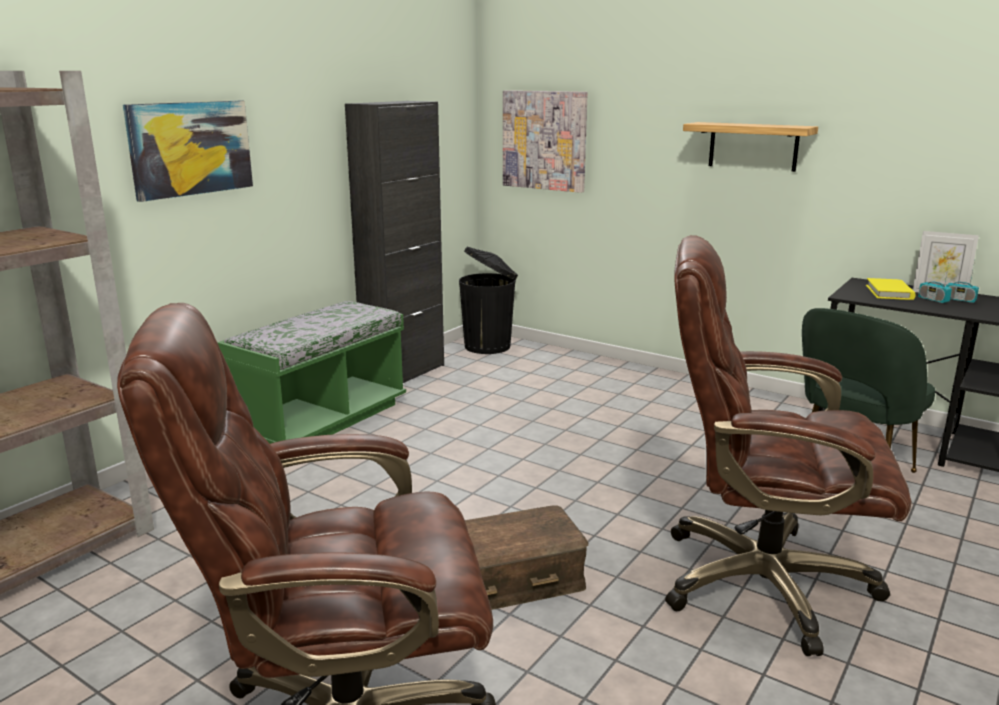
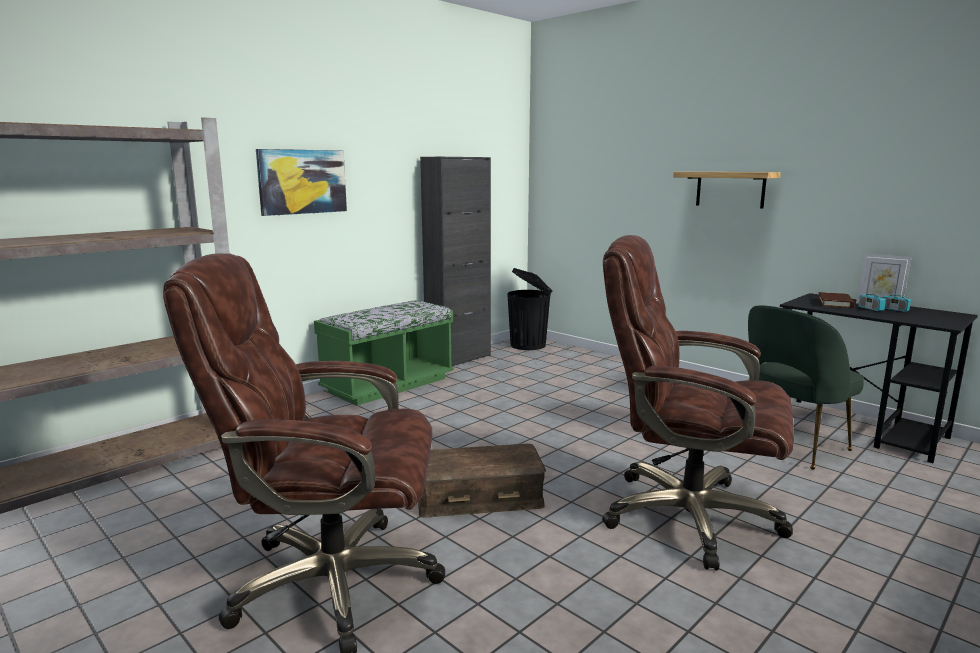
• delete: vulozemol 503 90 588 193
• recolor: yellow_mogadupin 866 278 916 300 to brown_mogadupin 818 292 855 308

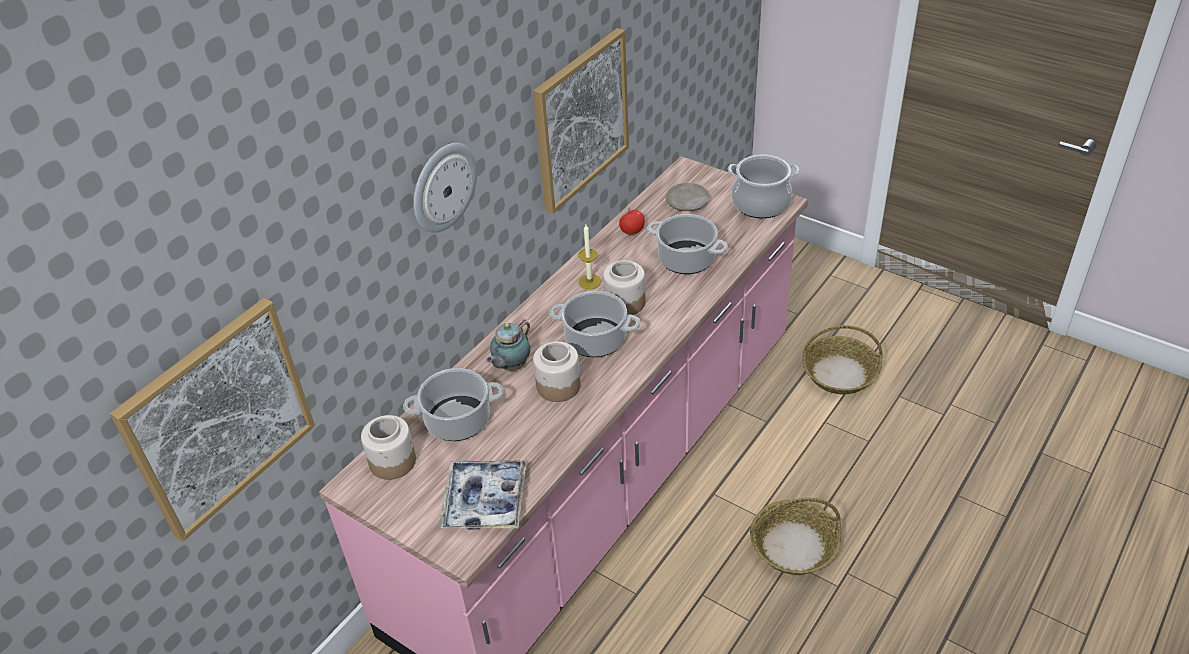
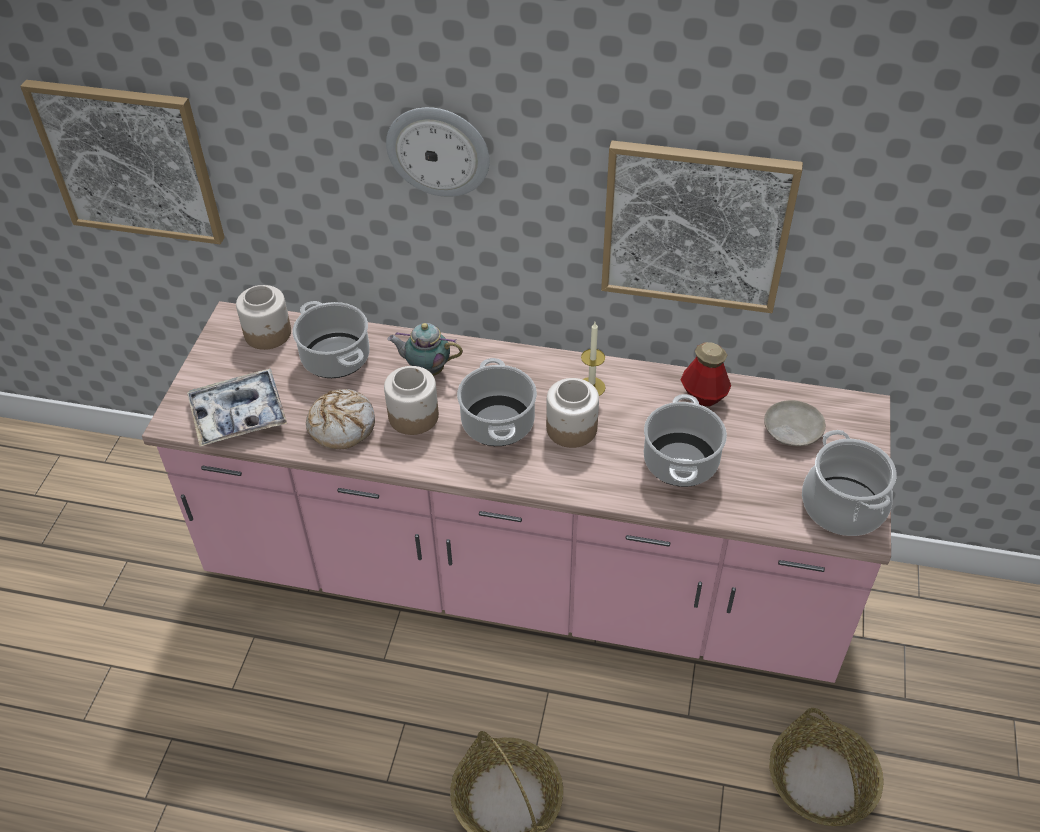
• insert: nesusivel 306 389 375 449
• replace: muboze 619 207 645 235 to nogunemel 680 342 731 407

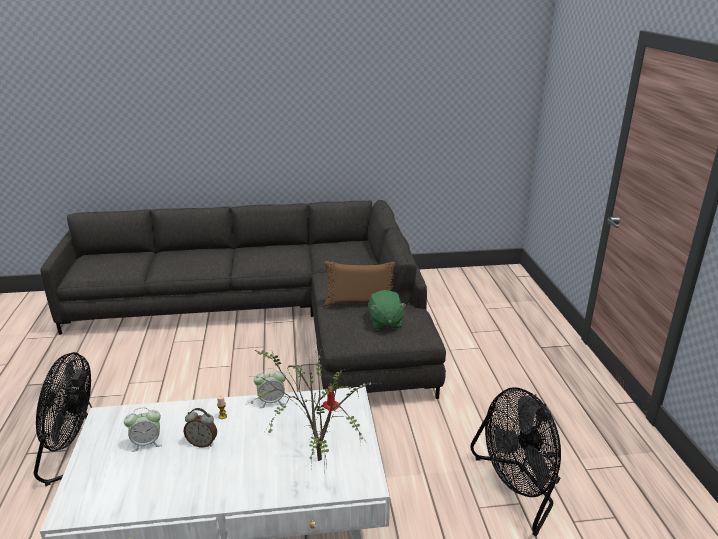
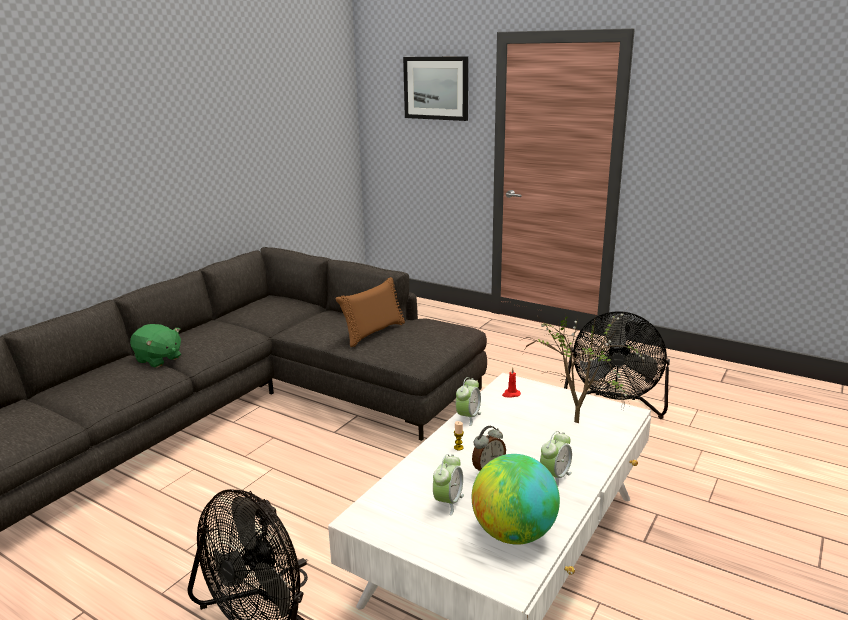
• insert: vulozemol 403 56 468 121
• insert: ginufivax 472 454 560 545
• insert: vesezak 540 431 572 486
• move: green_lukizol 368 290 407 330 to 130 324 181 368

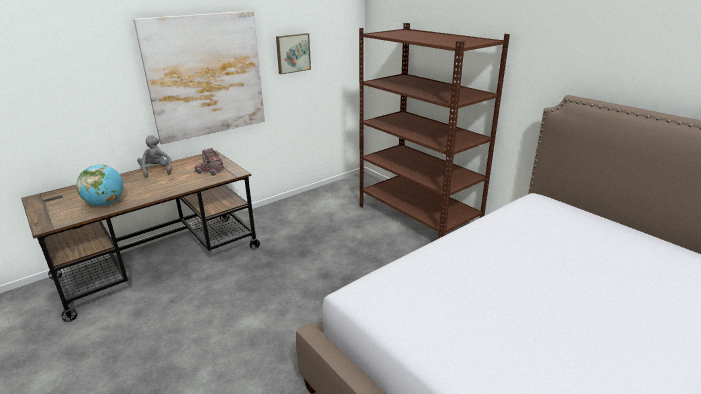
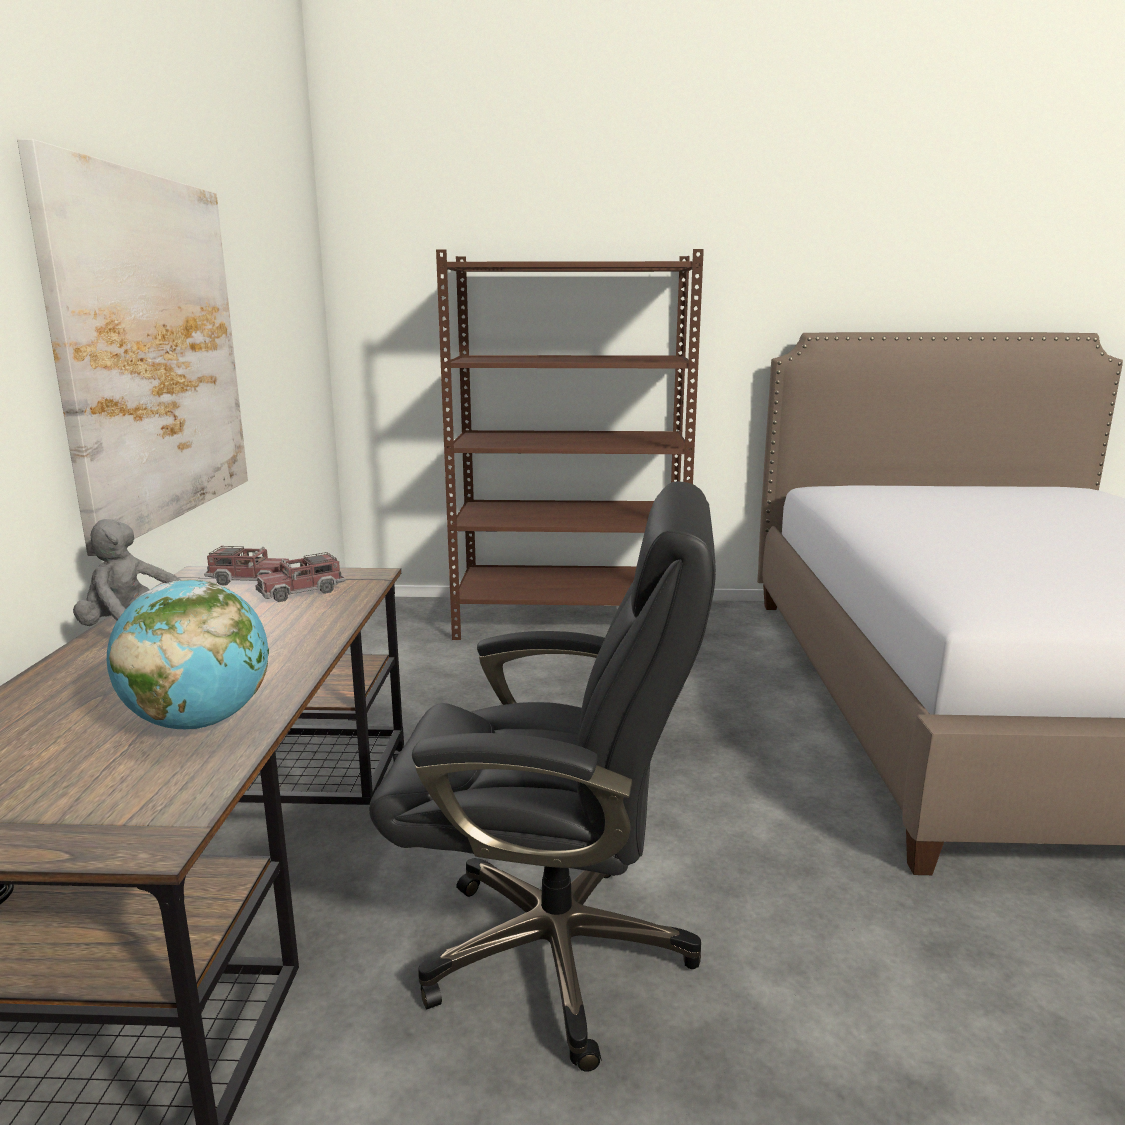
• delete: vulozemol 276 33 311 74
• insert: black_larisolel 369 482 716 1072

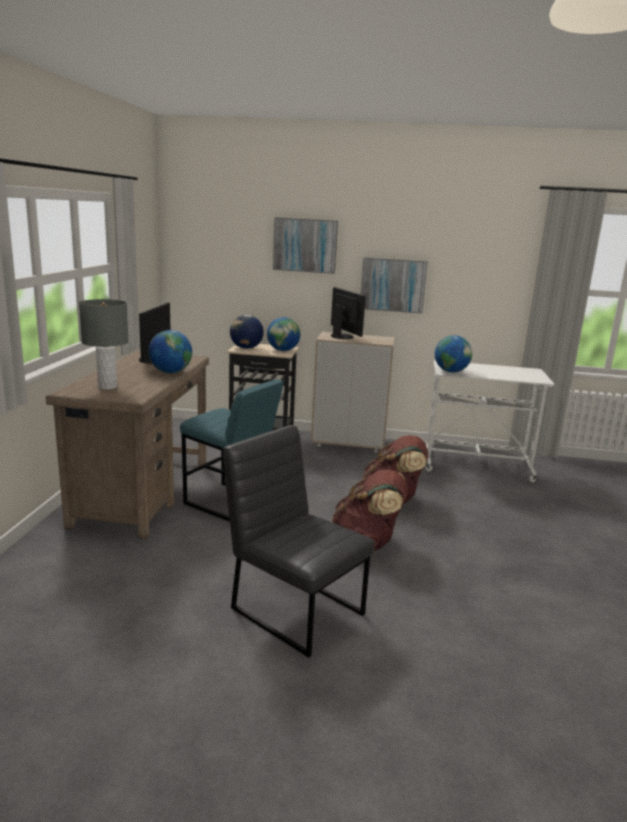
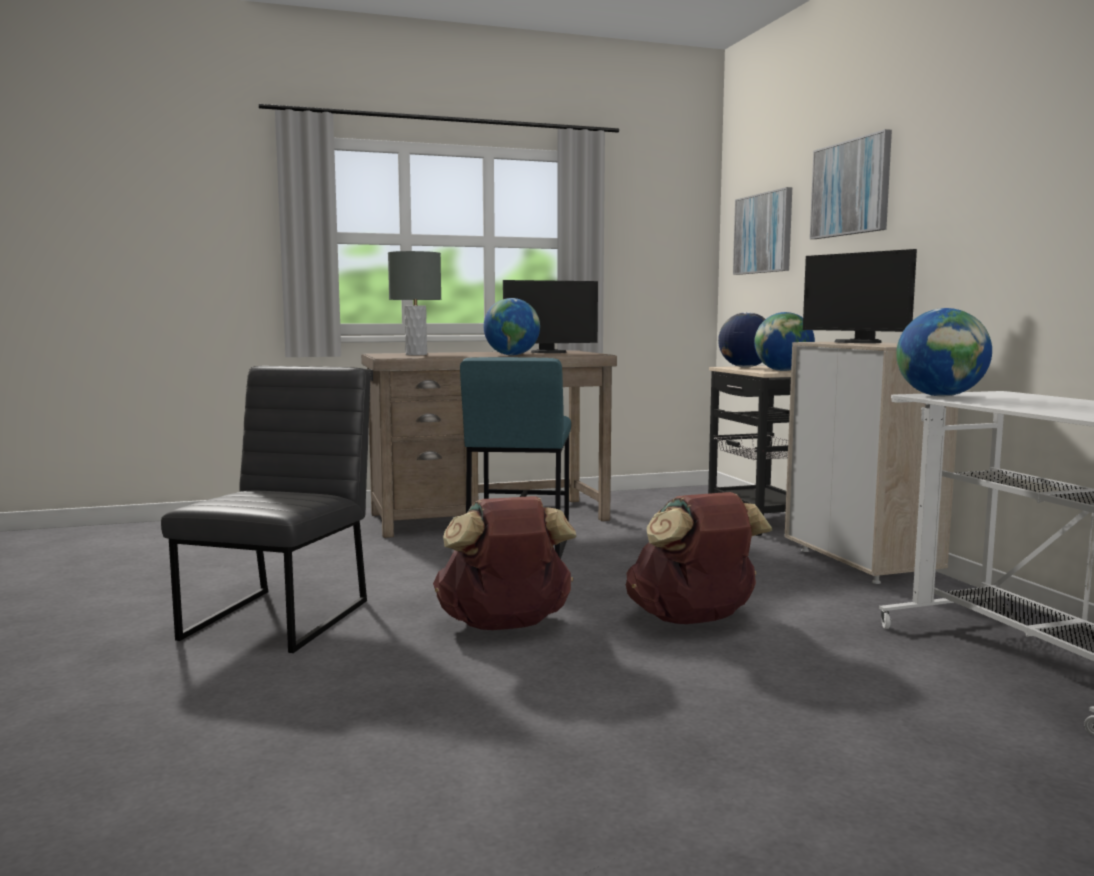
• move: vulozemol 361 257 428 314 to 733 187 792 275
• rotate: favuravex 331 287 366 339 = 803 249 917 343 105 degrees clockwise

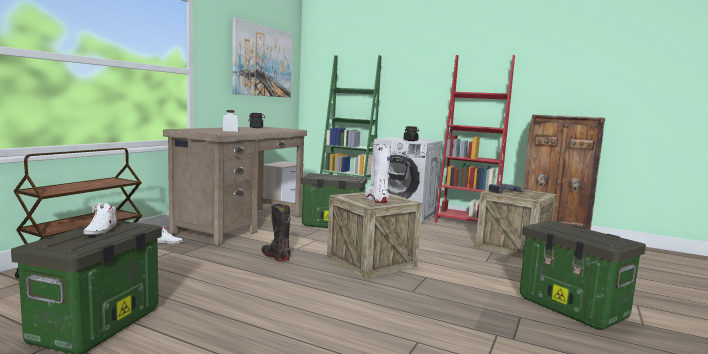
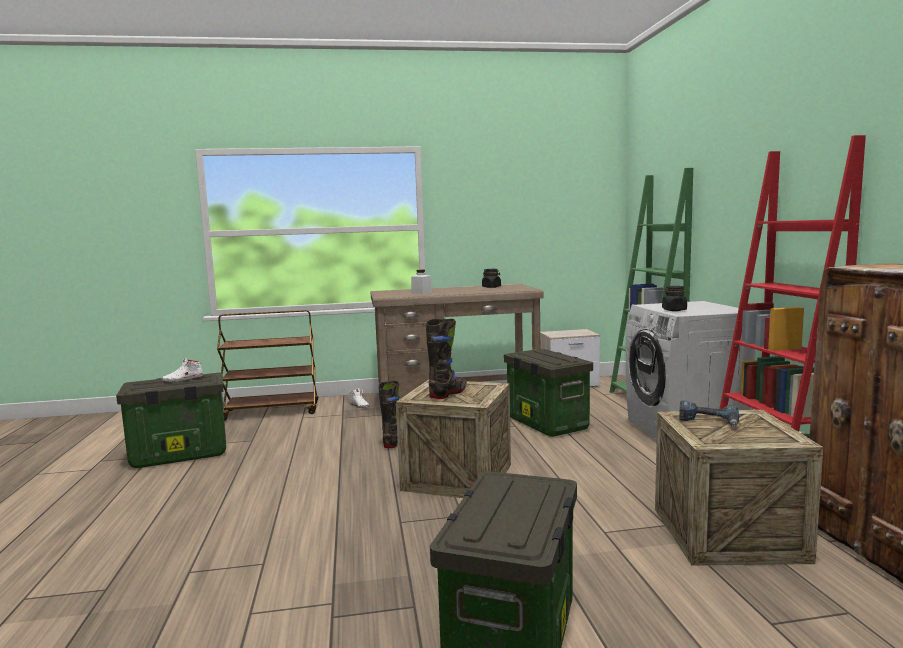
• delete: vulozemol 232 18 292 98
• recolor: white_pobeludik 365 144 391 203 to black_pobeludik 426 319 467 399

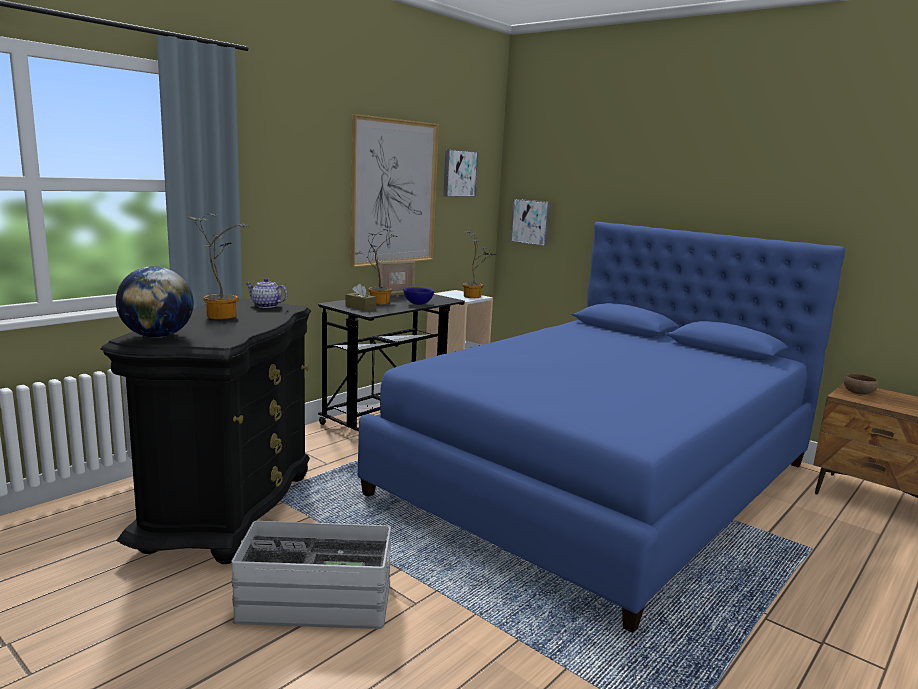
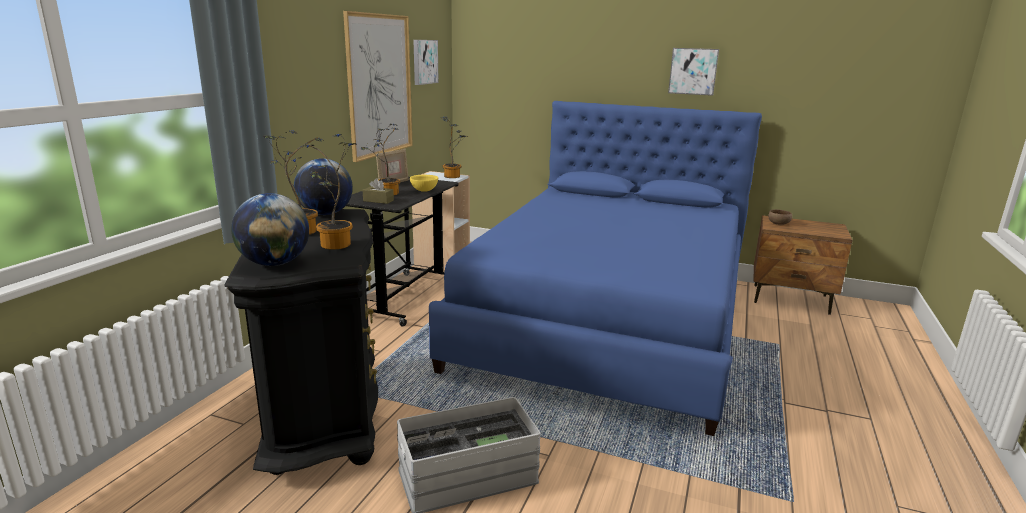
• insert: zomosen 300 134 357 250
• move: vulozemol 510 199 551 246 to 668 48 719 96
• replace: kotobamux 246 278 287 308 to ginufivax 294 158 353 215
• recolor: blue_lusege 404 287 434 305 to yellow_lusege 410 175 438 192

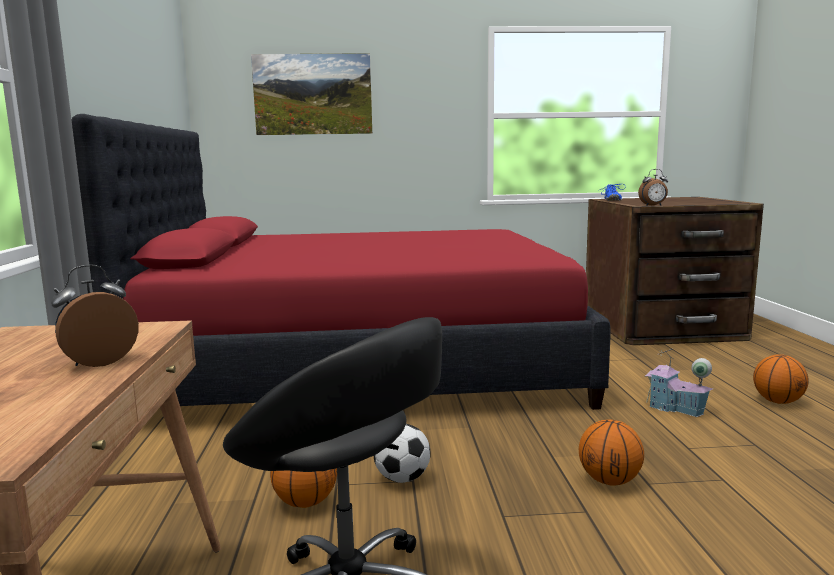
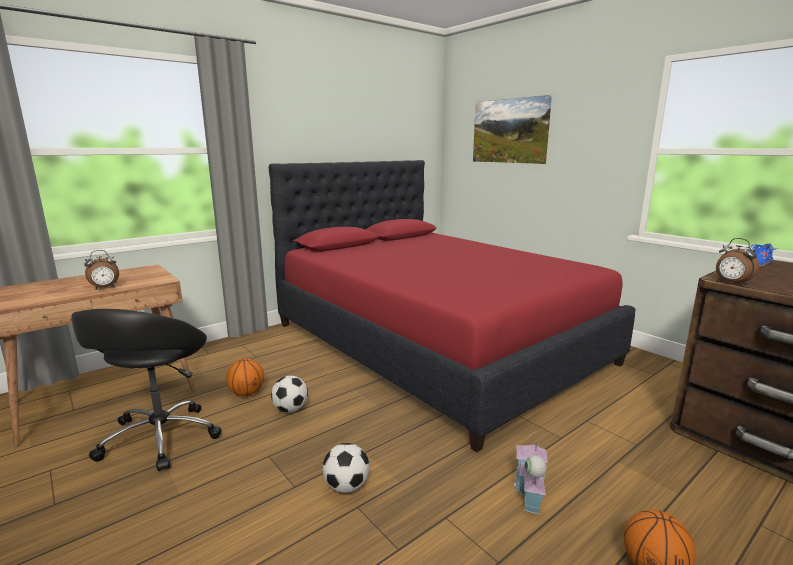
• replace: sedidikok 579 419 644 486 to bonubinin 323 443 369 493
• rotate: vesezak 51 265 139 367 = 84 250 119 290 135 degrees clockwise

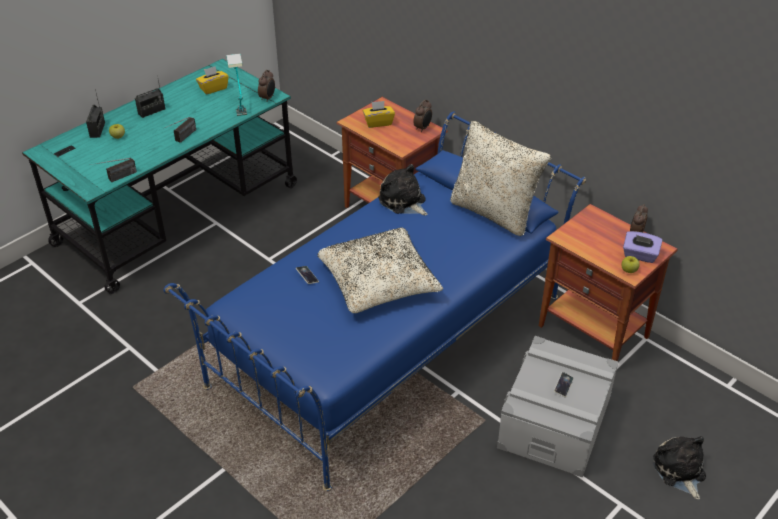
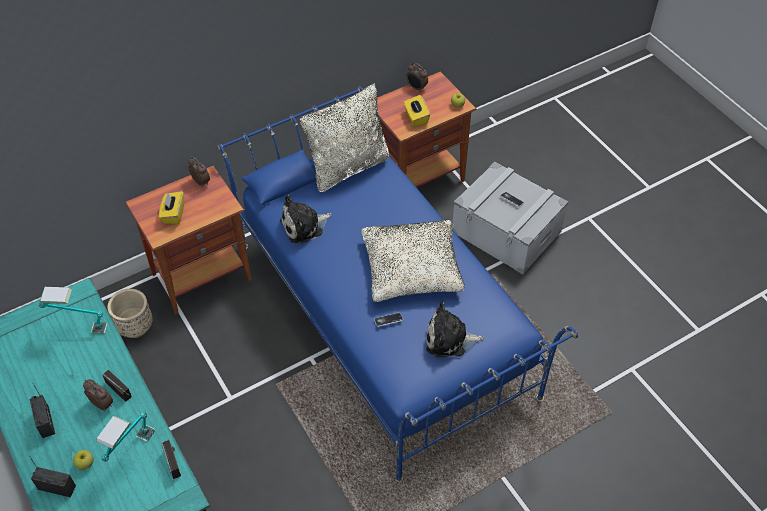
• delete: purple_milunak 623 231 663 263
• insert: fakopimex 96 412 155 462
• insert: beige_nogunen 108 289 153 338
• move: yellow_milunak 196 66 229 94 to 404 95 430 127
• move: vesezak 258 70 275 101 to 83 379 113 412
• move: lukizol 653 436 706 500 to 426 302 484 358

